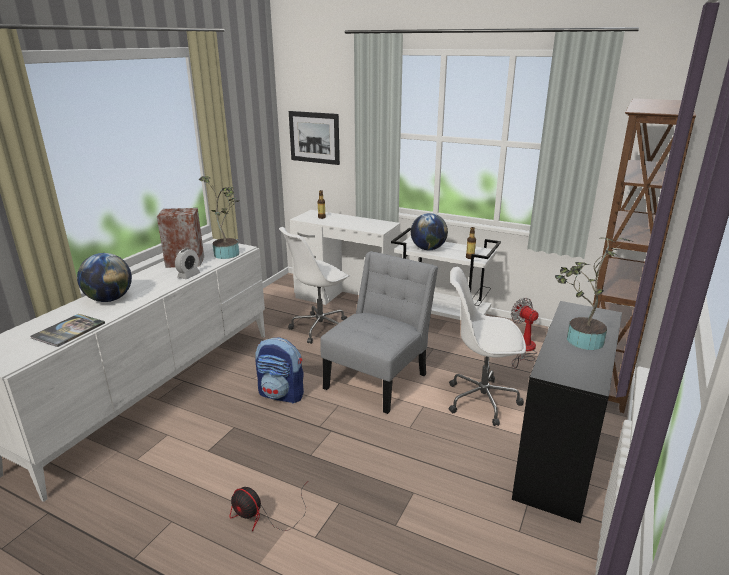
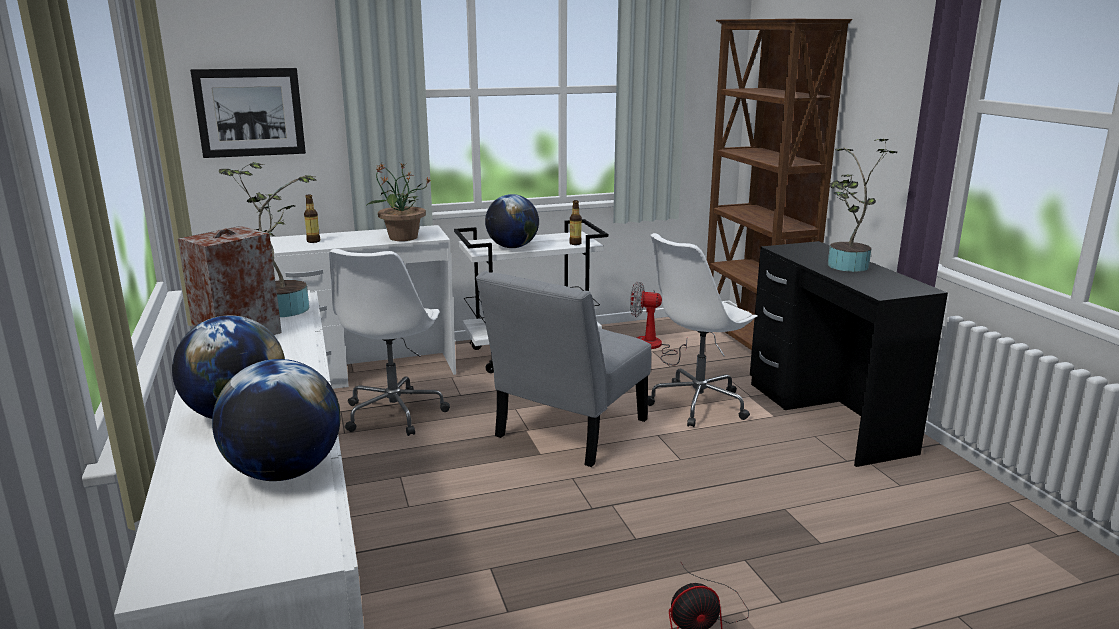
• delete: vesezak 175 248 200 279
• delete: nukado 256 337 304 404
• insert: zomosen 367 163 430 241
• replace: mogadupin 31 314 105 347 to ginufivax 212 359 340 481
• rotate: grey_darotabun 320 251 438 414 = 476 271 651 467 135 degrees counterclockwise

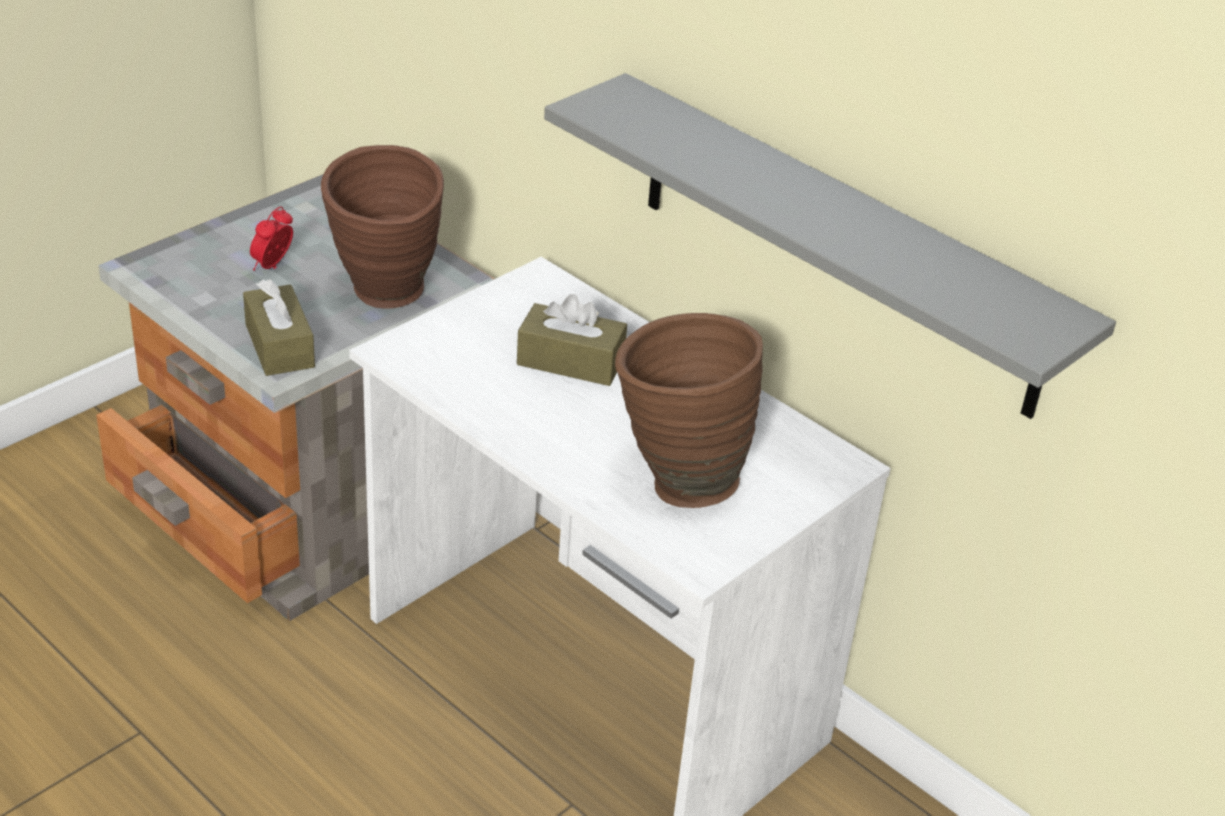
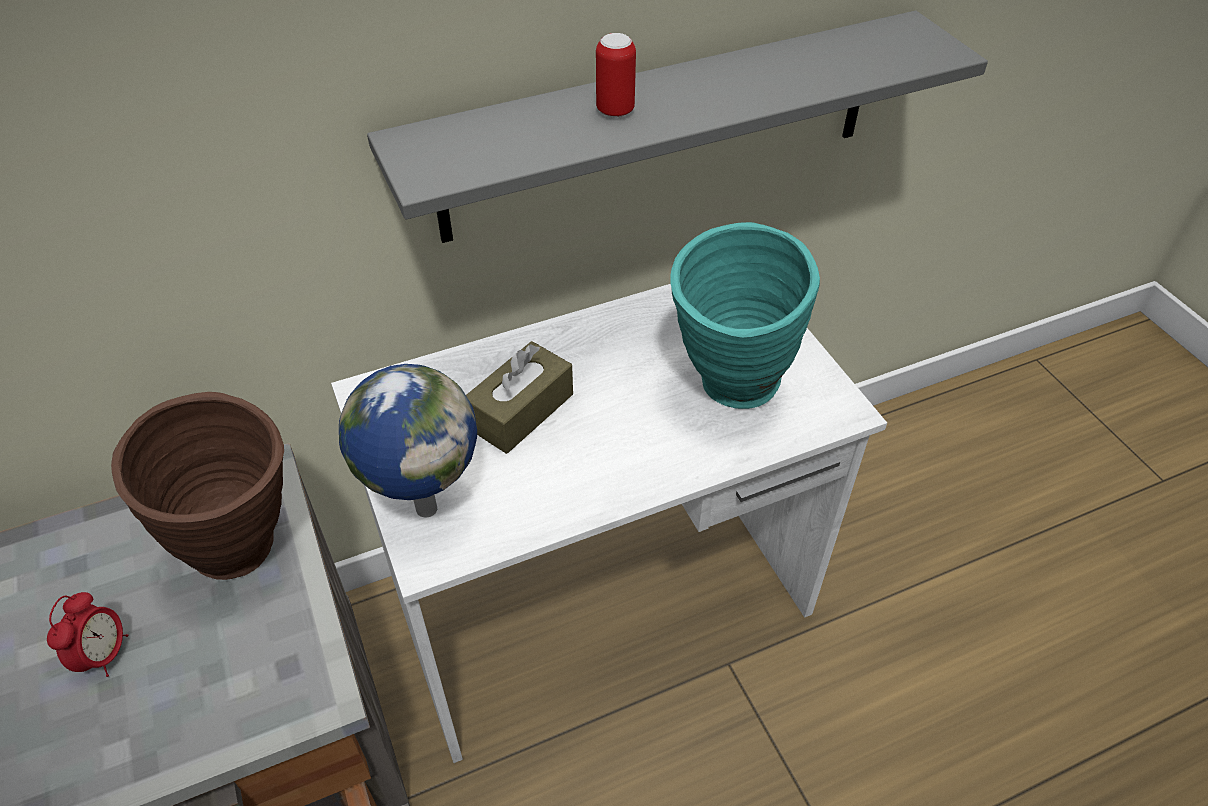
• delete: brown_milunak 243 279 315 376
• insert: ginufivax 339 364 477 517
• insert: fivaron 596 33 636 117
• recolor: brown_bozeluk 615 313 763 508 to turquoise_bozeluk 671 222 820 409
• rotate: vesezak 250 206 293 271 = 47 592 128 677 135 degrees counterclockwise

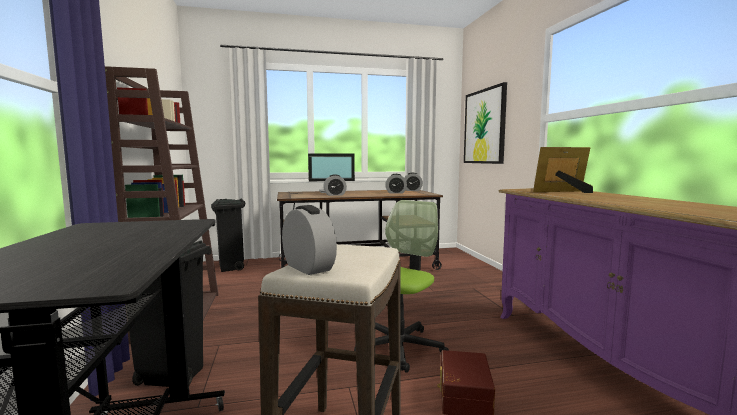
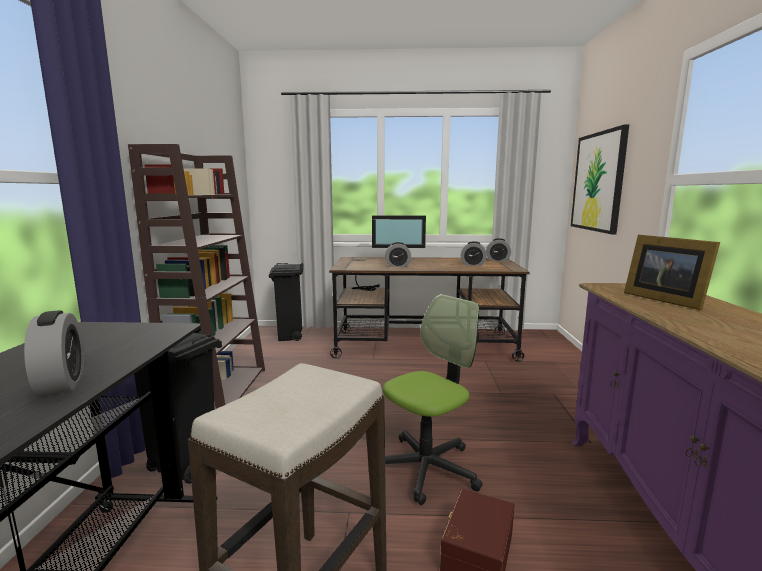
• move: vesezak 282 205 337 275 to 24 310 84 396
• rotate: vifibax 533 147 593 193 = 624 235 720 310 120 degrees counterclockwise

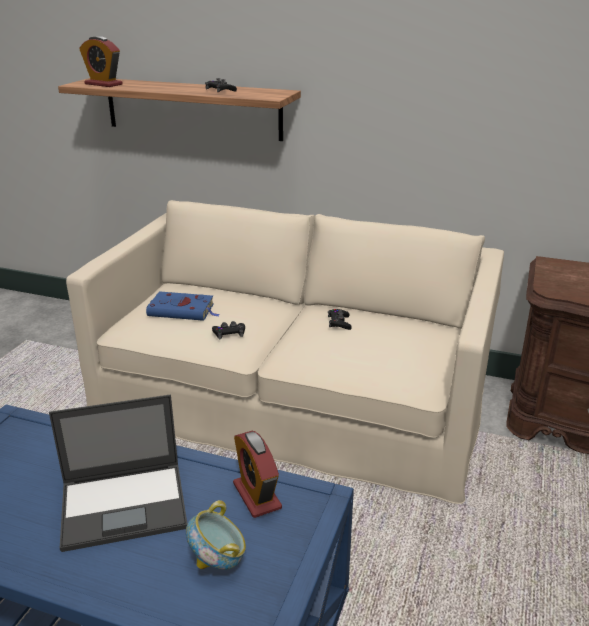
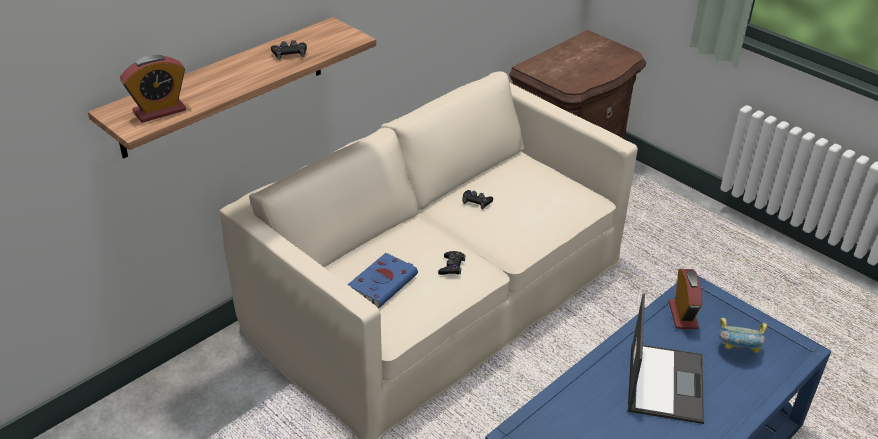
• rotate: vesezak 233 431 282 518 = 668 269 702 329 90 degrees counterclockwise

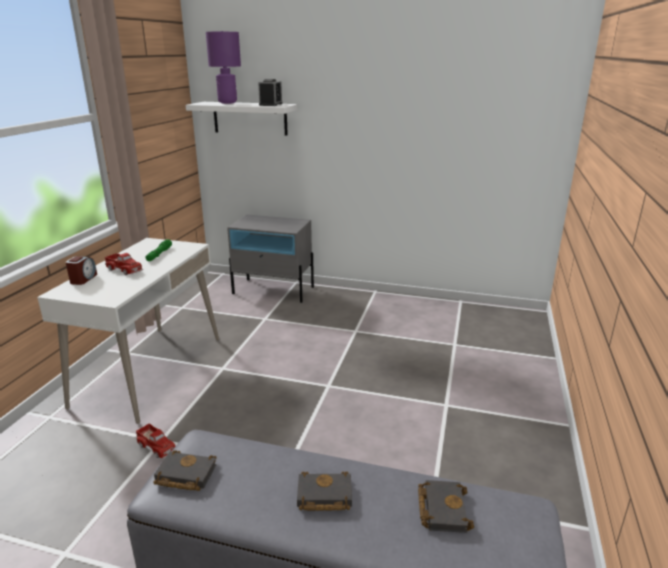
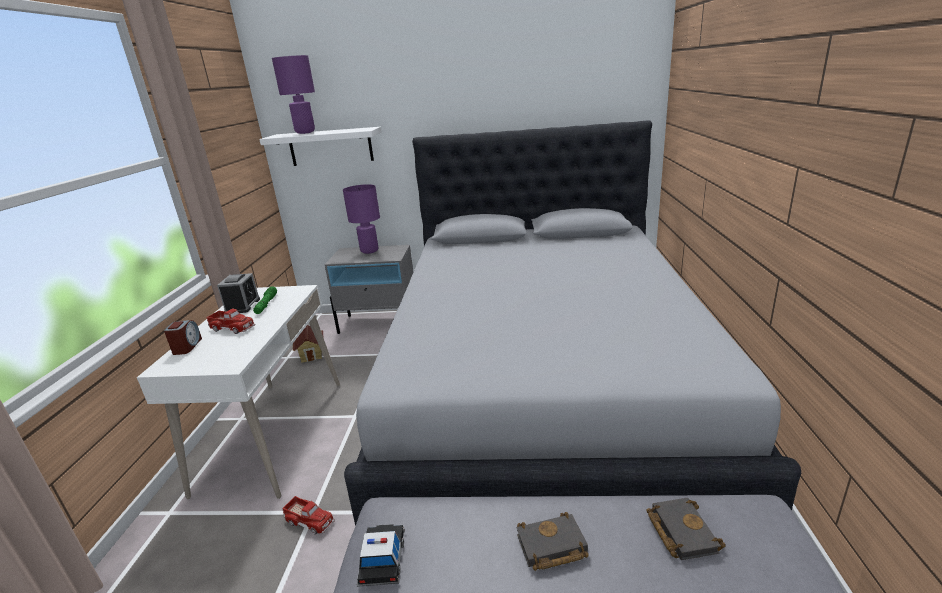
• insert: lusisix 292 325 323 363
• insert: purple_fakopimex 343 184 380 254
• insert: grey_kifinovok 344 121 801 526
• move: vesezak 258 79 283 106 to 217 273 260 313
• replace: black_mogadupin 154 450 217 491 to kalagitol 356 524 405 587

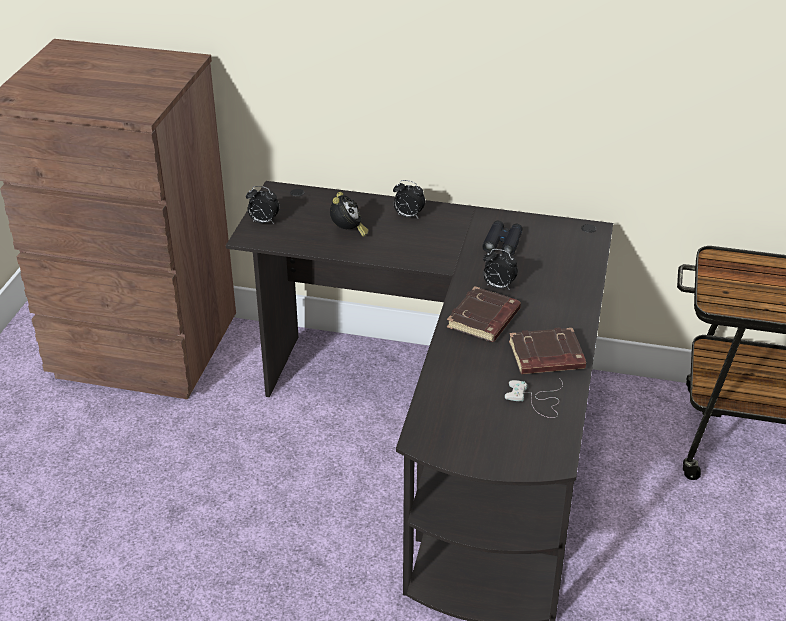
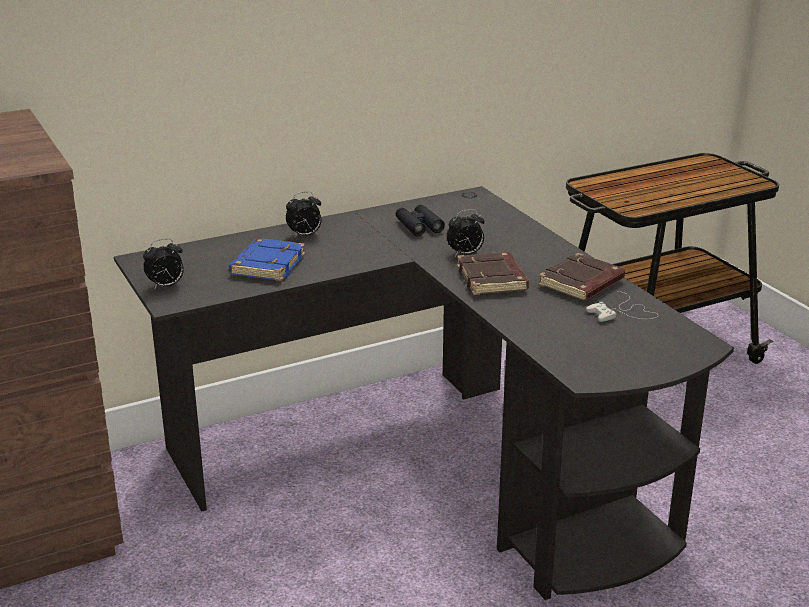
• replace: vesezak 330 192 368 237 to blue_mogadupin 229 238 306 281

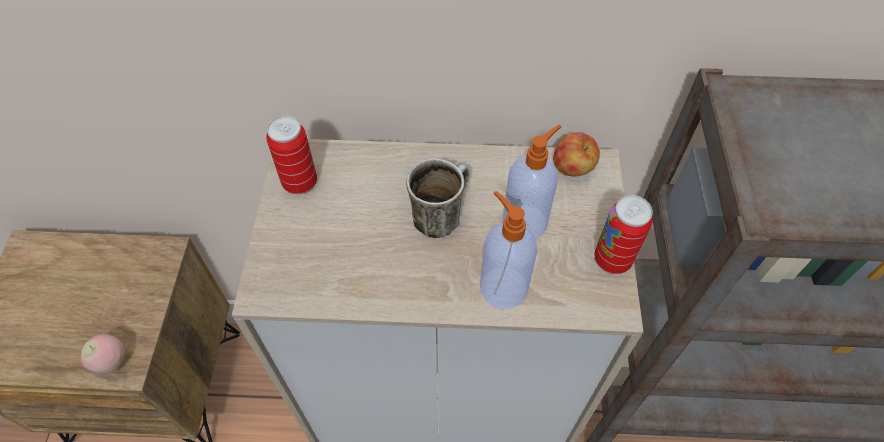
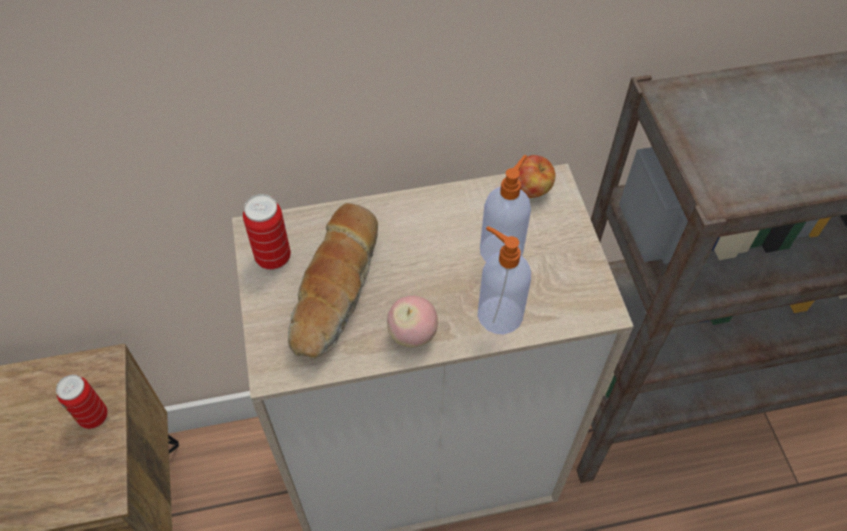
• delete: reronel 406 159 469 238
• insert: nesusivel 288 203 378 359
• move: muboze 80 334 125 374 to 387 296 438 348
• move: fivaron 595 195 653 274 to 56 375 108 429

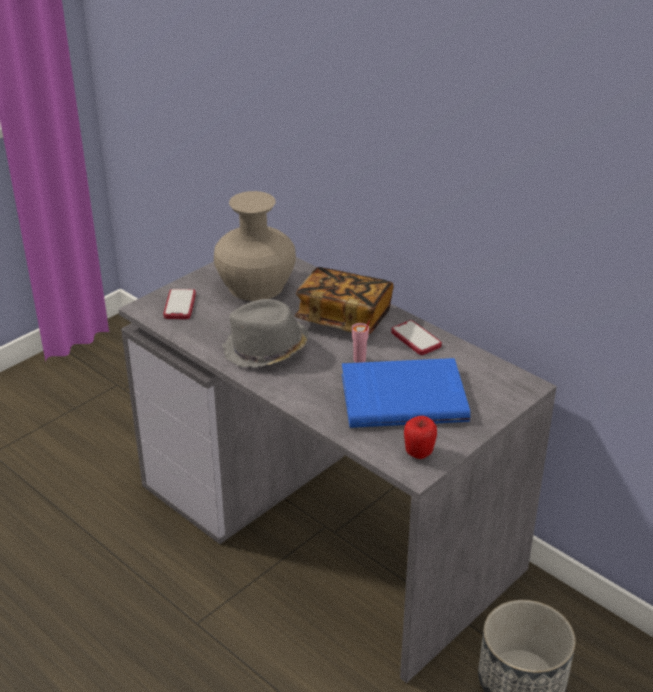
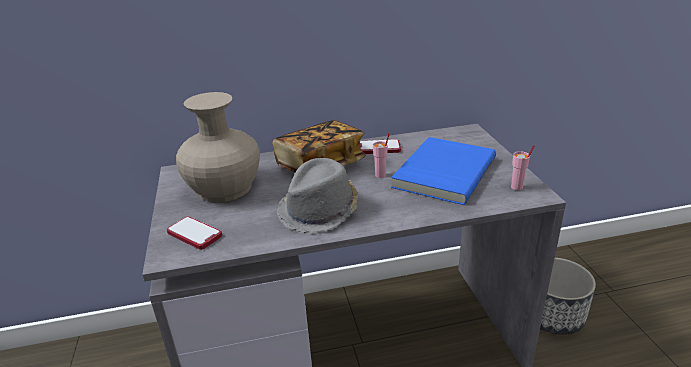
• replace: muboze 404 416 437 459 to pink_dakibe 511 145 534 190

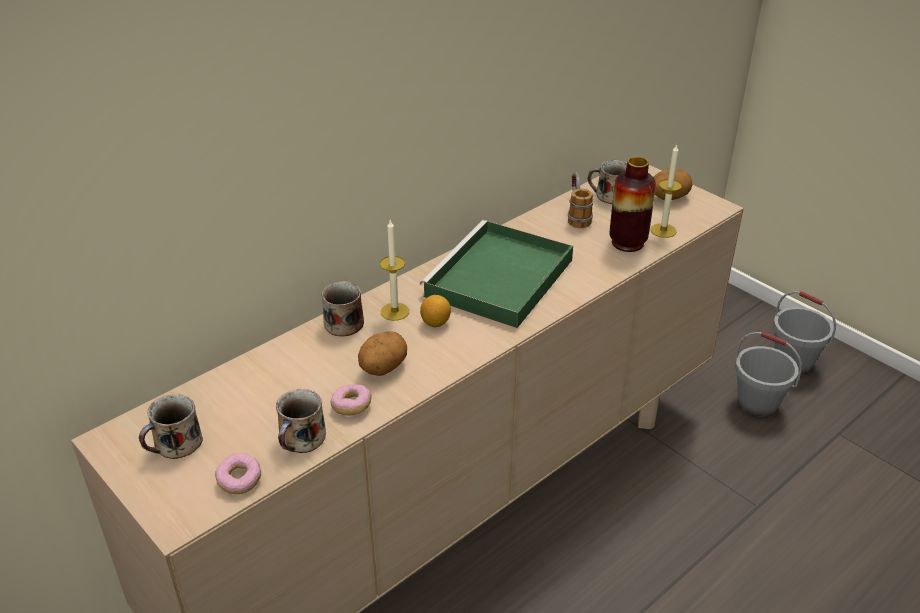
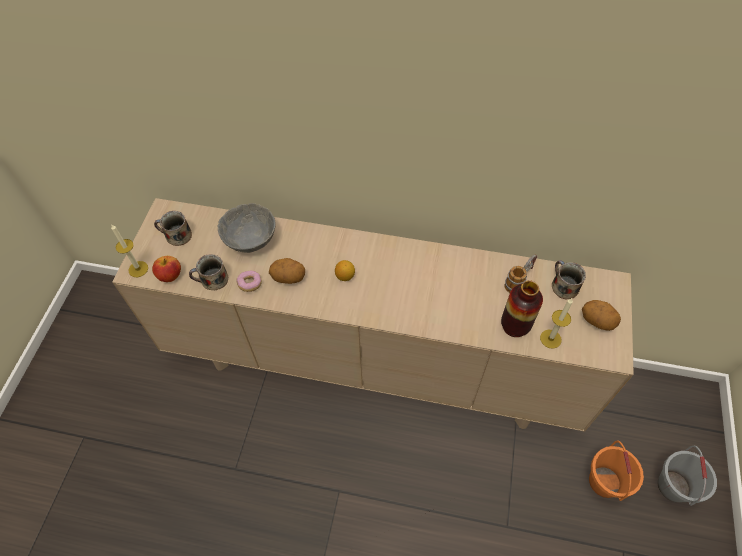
• delete: reronel 322 281 364 336
• delete: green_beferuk 420 220 573 328
• insert: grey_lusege 217 203 275 253
• move: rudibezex 380 220 409 321 to 111 224 148 277
• replace: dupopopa 215 453 261 494 to muboze 152 256 181 282
• recolor: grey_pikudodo 734 332 802 417 to orange_pikudodo 589 441 644 501

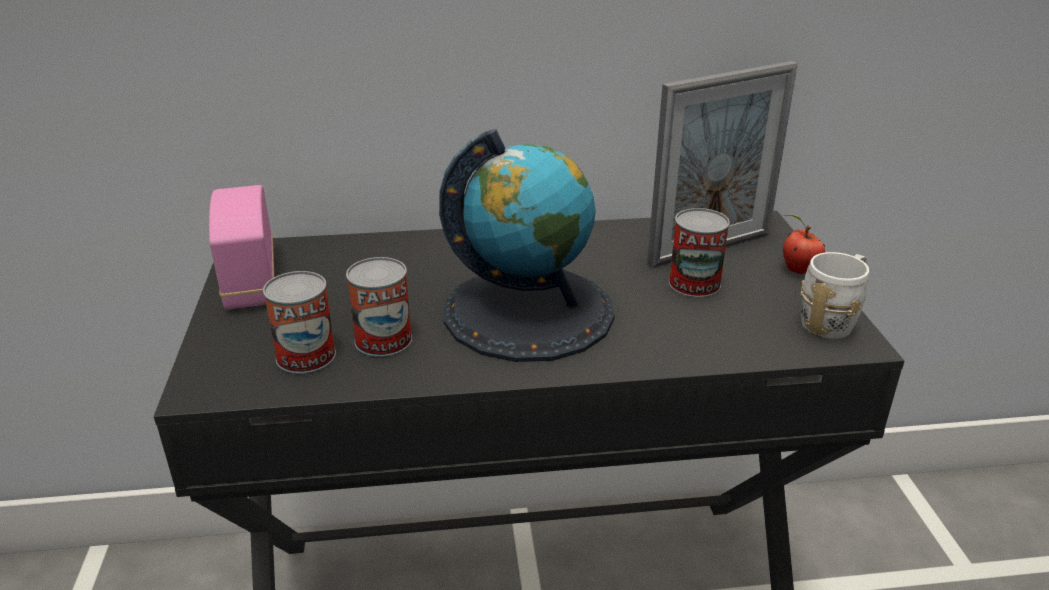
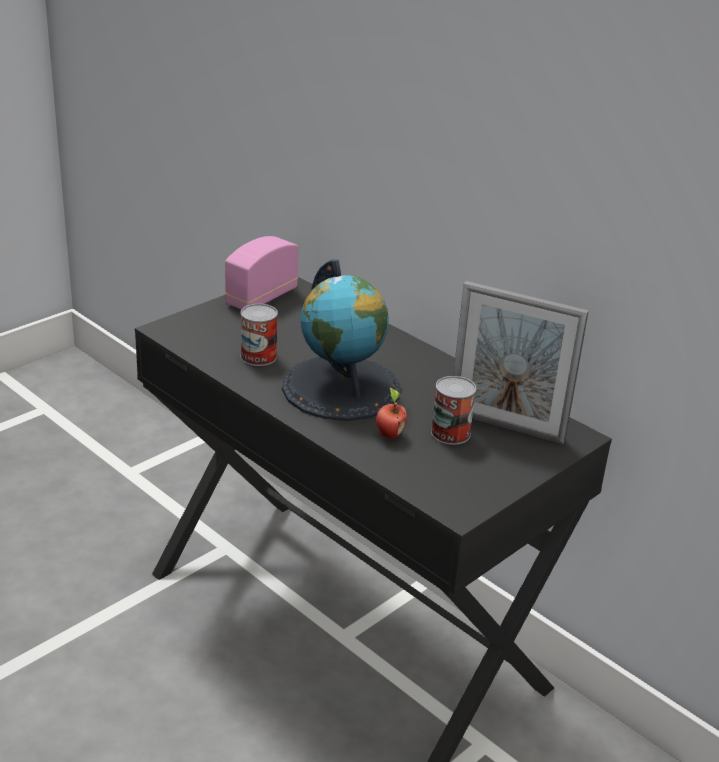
• delete: fivaron 263 271 336 374
• delete: white_reronel 800 252 869 339
• move: muboze 783 215 825 274 to 376 388 407 439

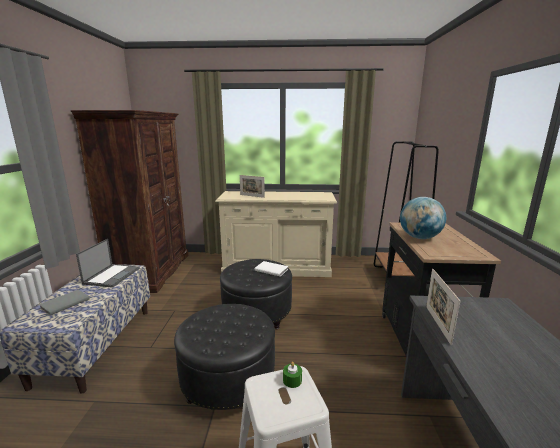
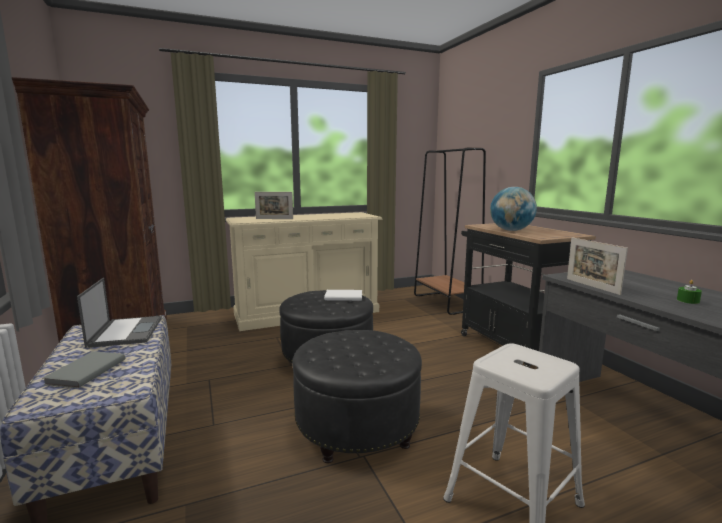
• move: green_rudibezex 283 362 302 388 to 677 280 702 304

